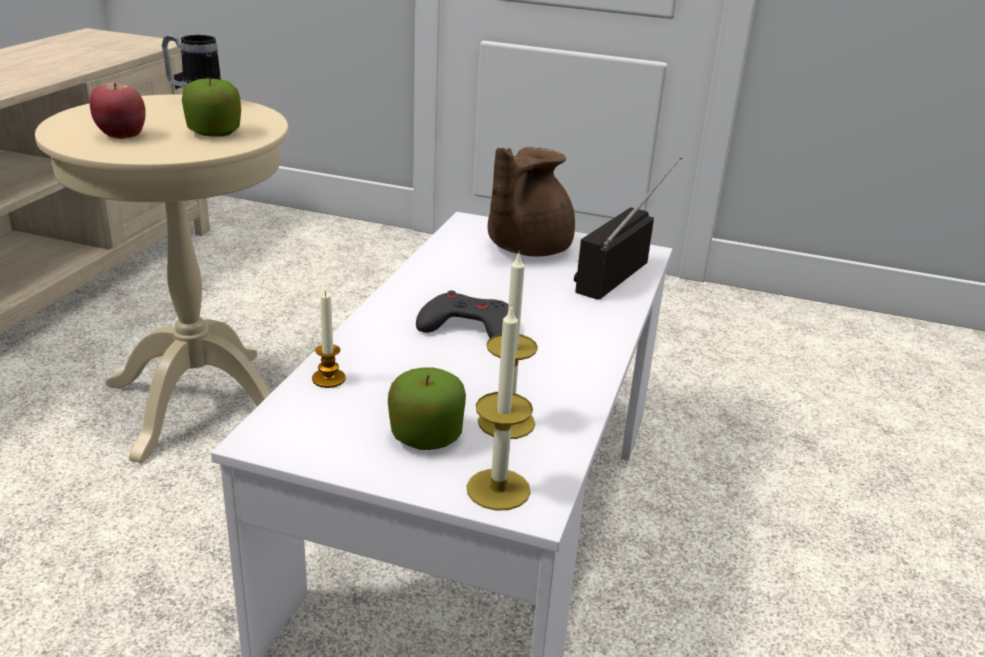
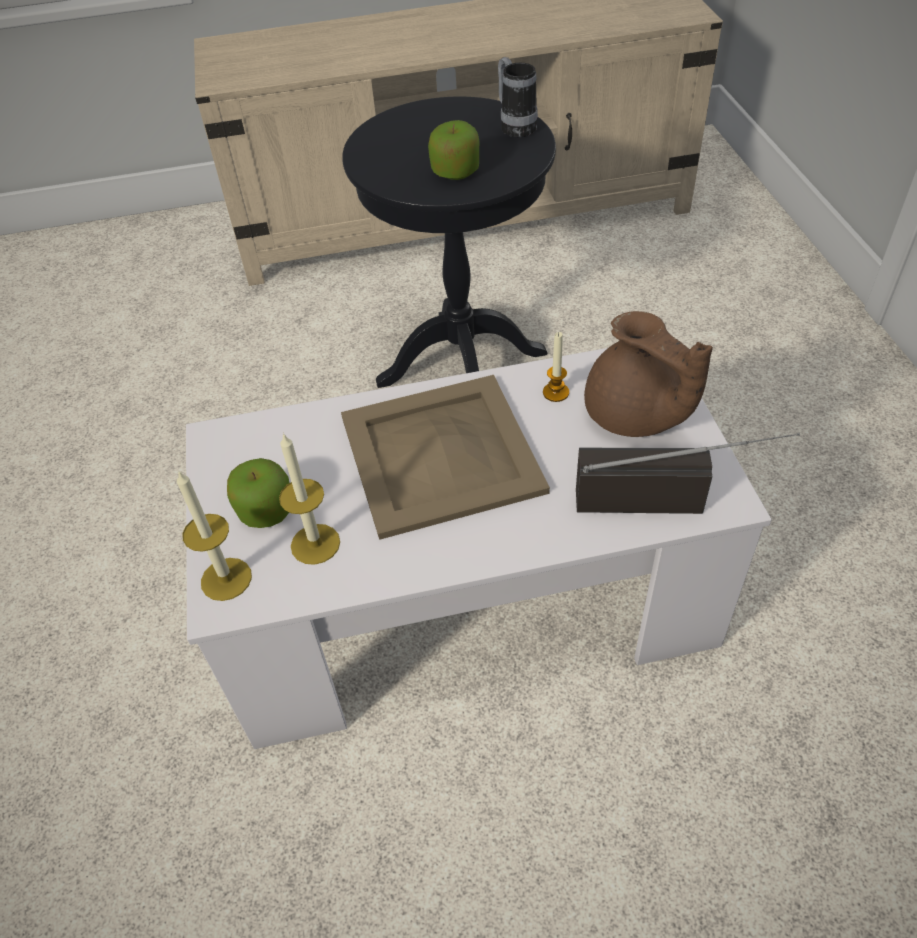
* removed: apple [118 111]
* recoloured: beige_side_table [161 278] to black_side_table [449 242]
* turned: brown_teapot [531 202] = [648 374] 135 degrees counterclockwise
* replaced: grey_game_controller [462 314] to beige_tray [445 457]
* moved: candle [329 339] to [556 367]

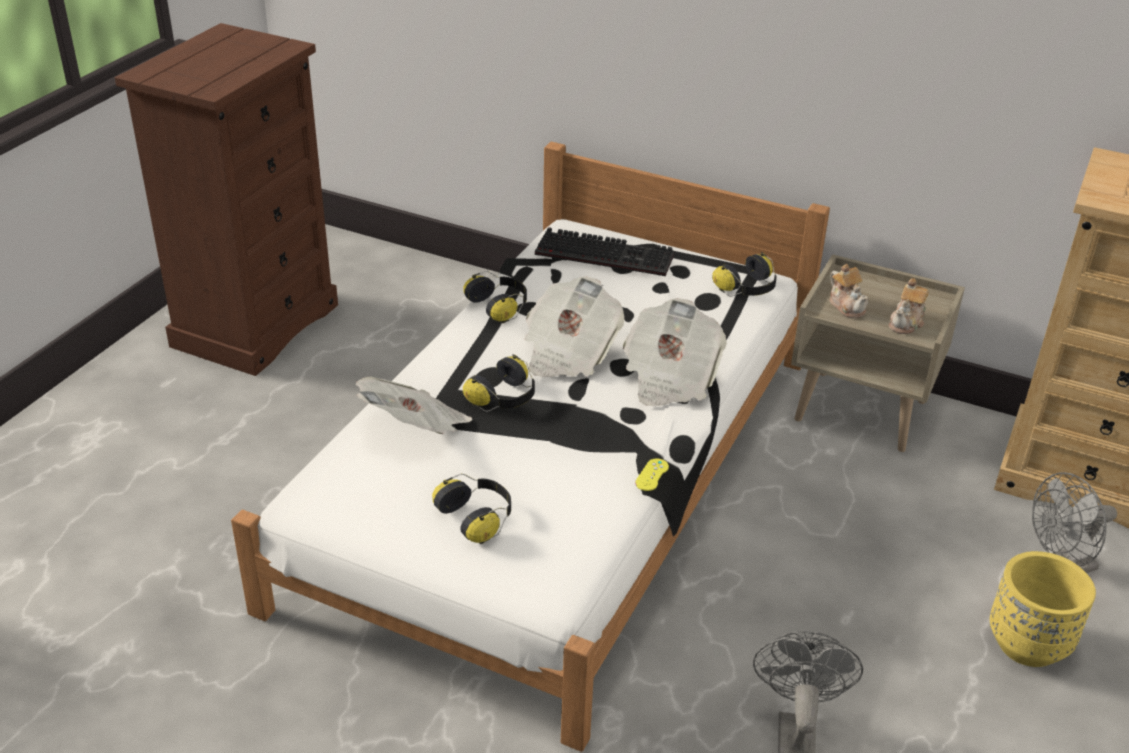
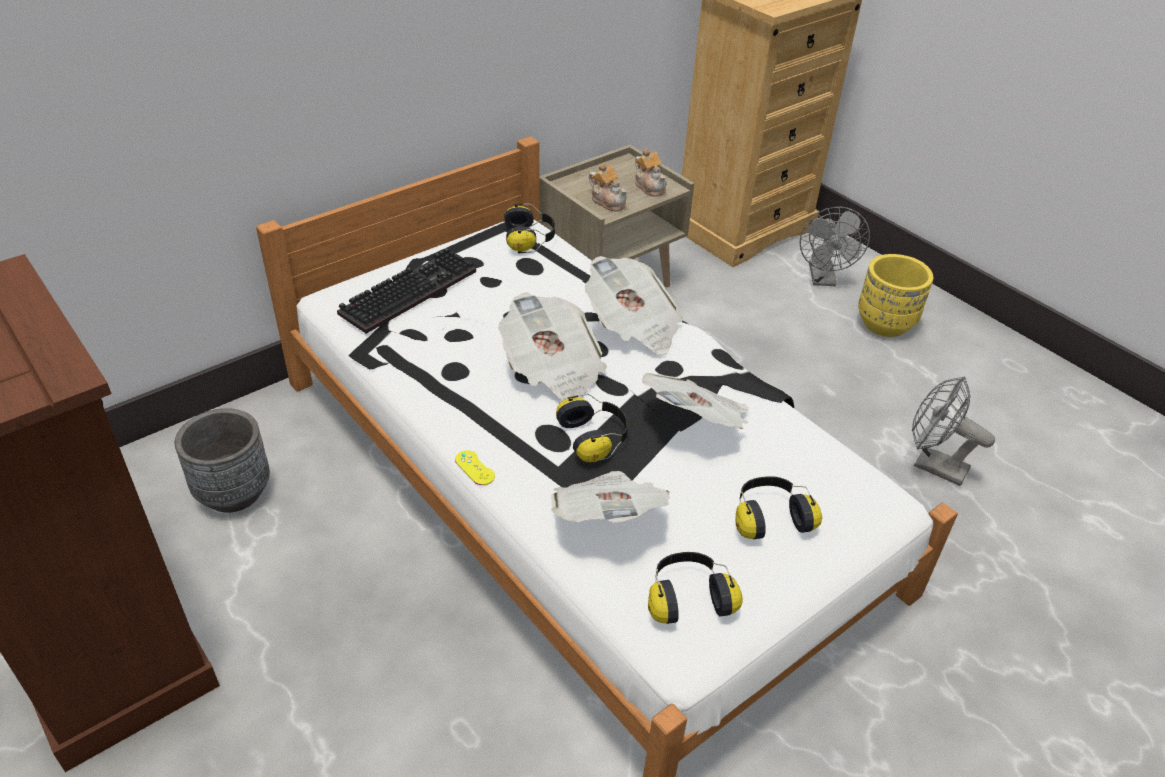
* turned: teapot [849 291] = [608 187] 45 degrees clockwise
* moved: headphones [495 297] to [695 588]
* moved: yellow_game_controller [652 474] to [475 467]
* added: newspaper [695 401]
* added: grey_planter [222 460]

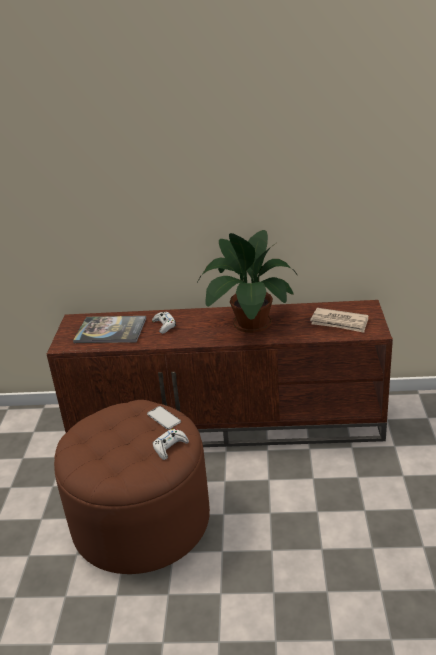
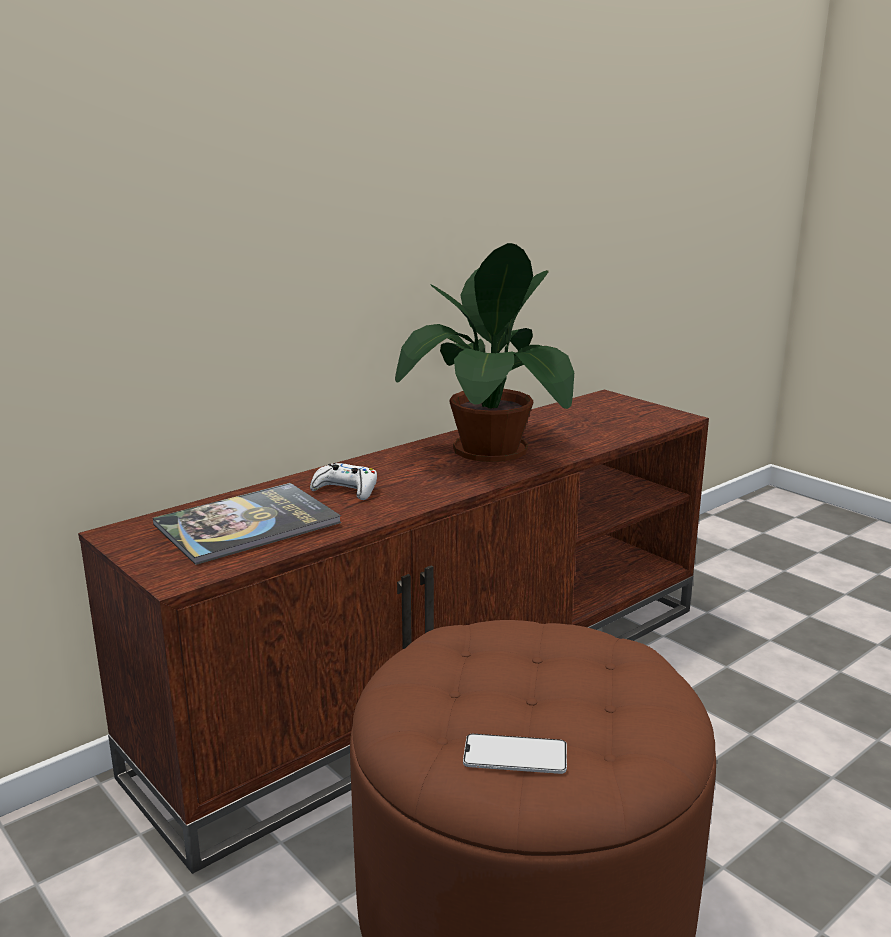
* removed: newspaper [339 320]
* moved: phone [164 418] to [515 754]
* removed: white_game_controller [171 444]

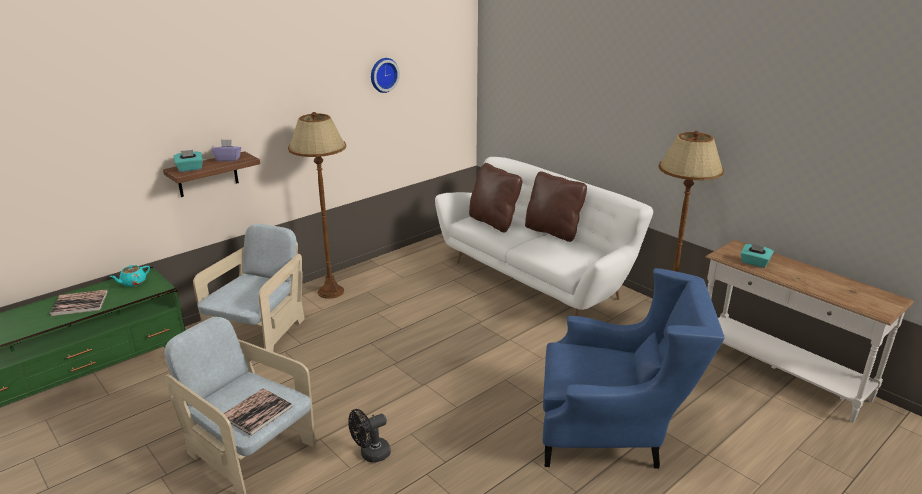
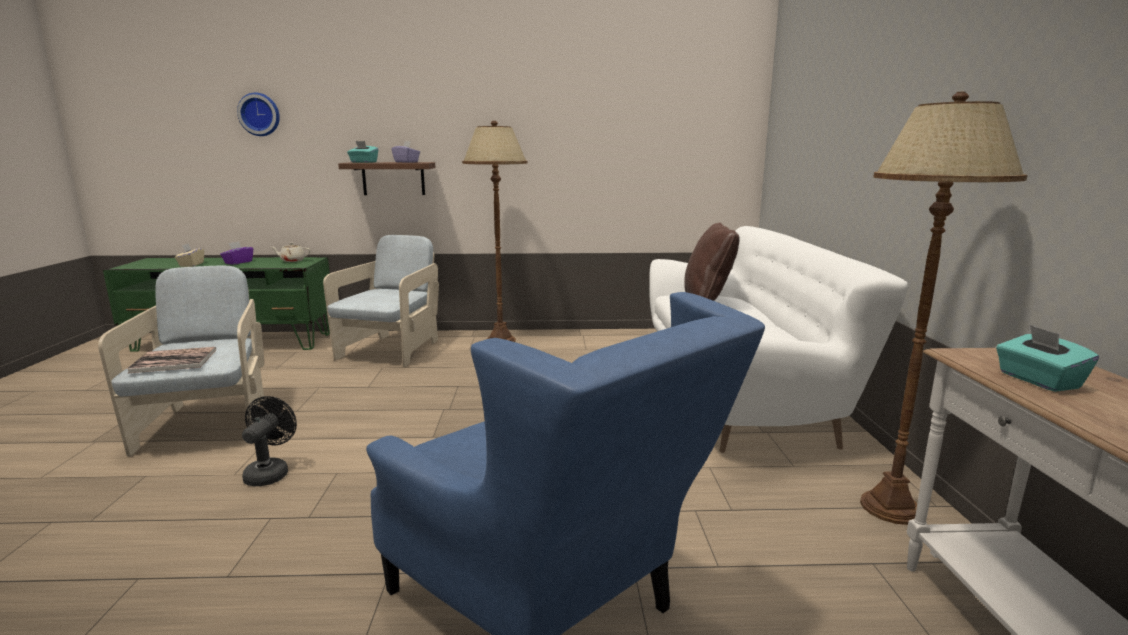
* moved: wall_clock [385 75] to [258 114]
* removed: brown_pillow [556 206]
* turned: beige_armchair [249 288] = [381 301] 45 degrees counterclockwise
* recoloured: turquoise_teapot [130 276] to beige_teapot [290 252]
* replaced: book [79 303] to purple_tissue_box [236 253]
* turned: black_fan [369 435] = [269 441] 90 degrees clockwise
* added: beige_tissue_box [189 255]

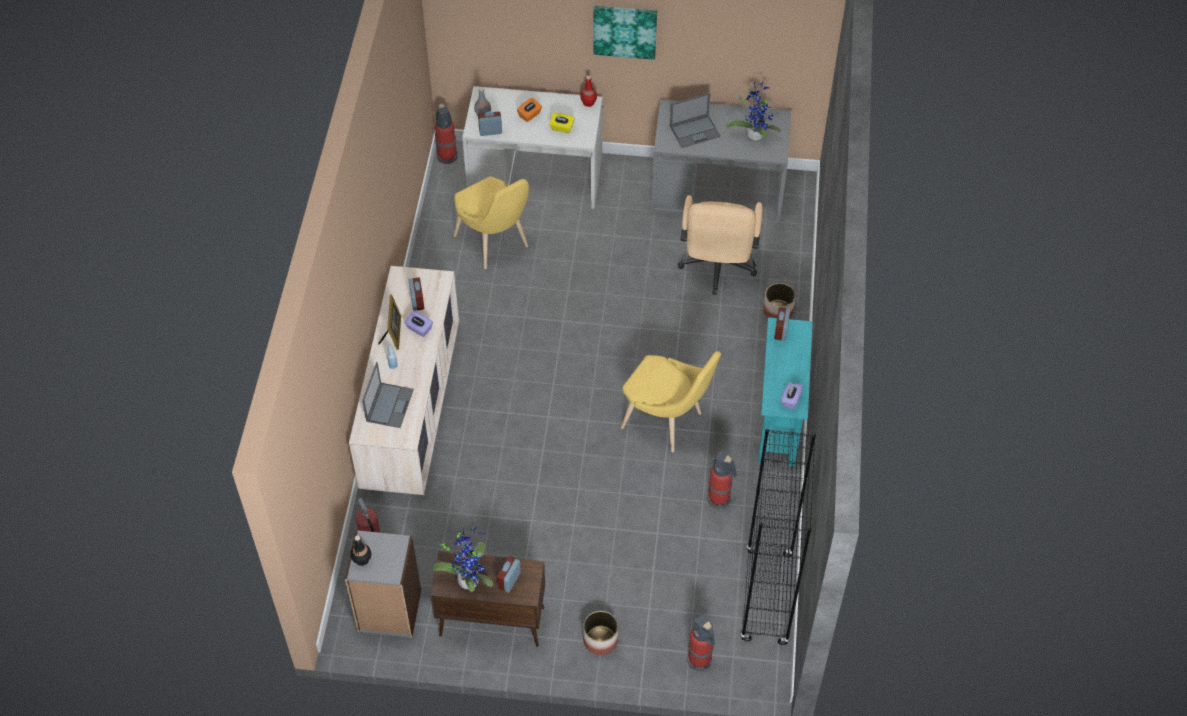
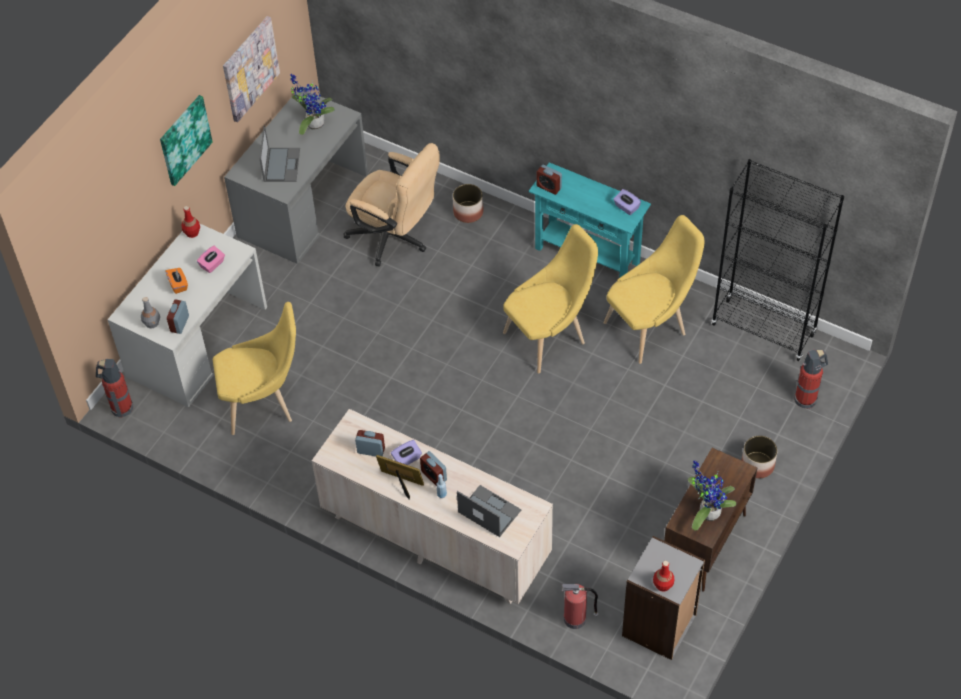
* recoloured: yellow_tissue_box [562 123] to pink_tissue_box [211 259]
* replaced: fire_extinguisher [722 480] to yellow_chair [654 289]
* recoloured: black_bottle [361 551] to red_bottle [663 576]
* moved: alarm_clock [509 574] to [433 468]
* added: picture [251 69]

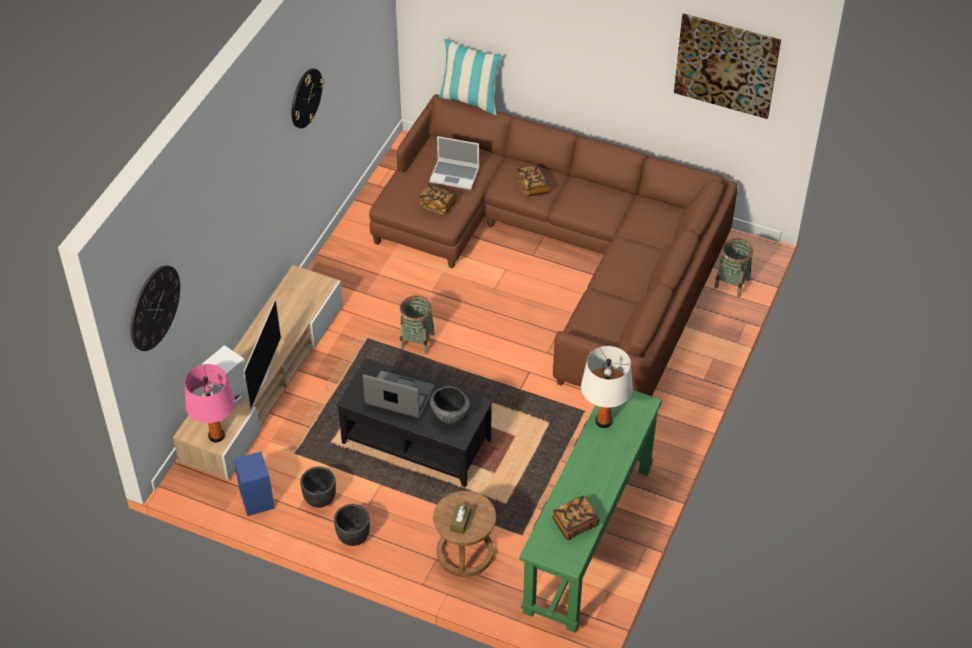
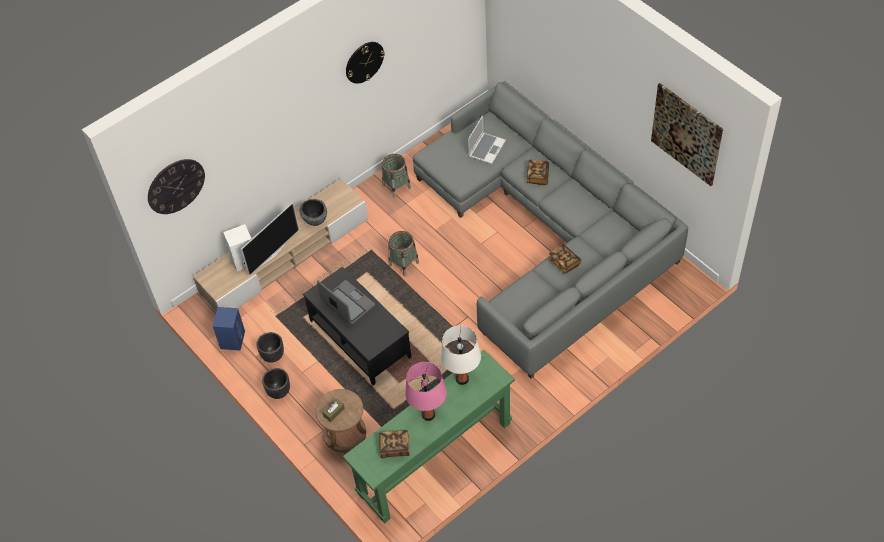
* removed: pillow [471 77]
* recoloured: brown_sofa [553 245] to grey_sofa [550 230]
* turned: laptop [454 163] = [487 140] 105 degrees counterclockwise
* moved: book [437 199] to [564 259]
* moved: basket [733 267] to [396 176]
* moved: pink_table_lamp [210 403] to [426 391]
* moved: bowl [450 405] to [313 212]

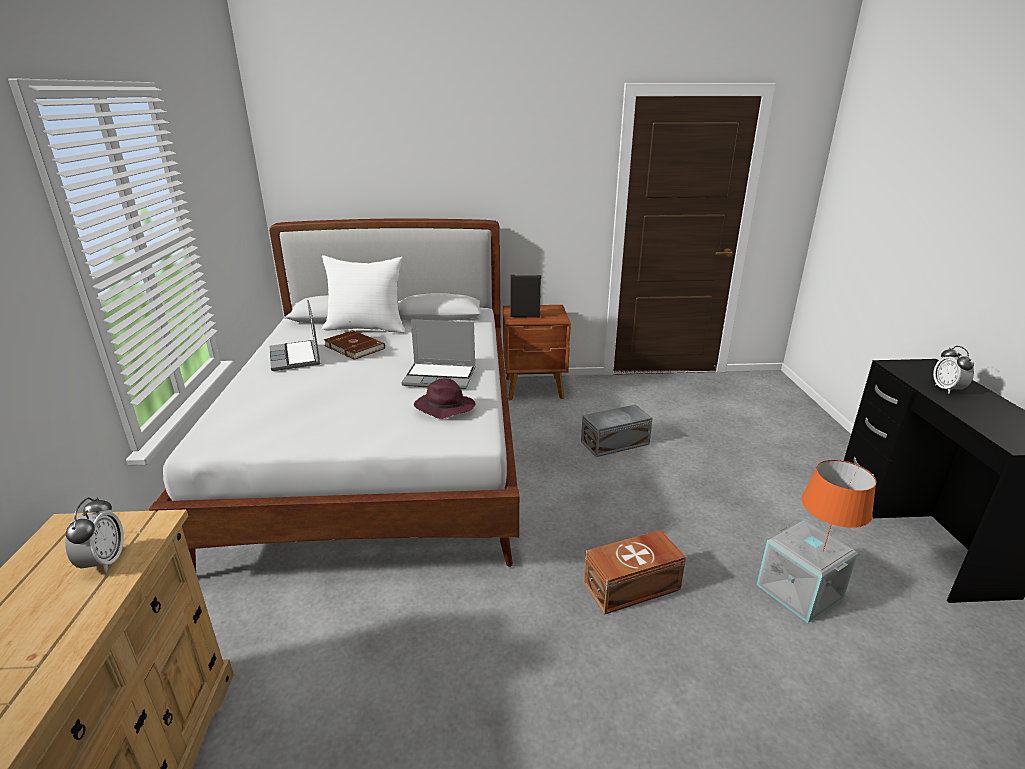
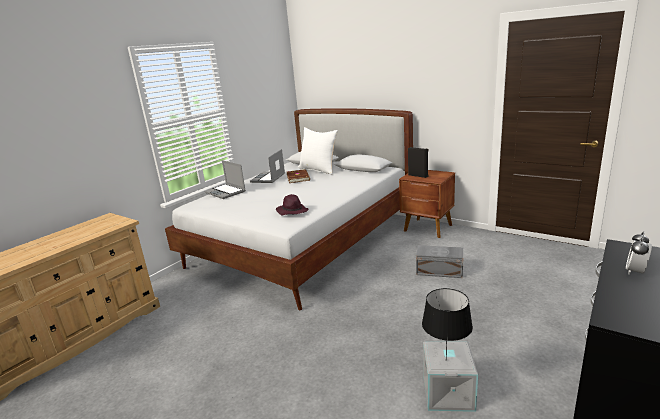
* moved: laptop [438 354] to [225 179]
* recoloured: orange_table_lamp [838 506] to black_table_lamp [447 324]
* removed: alarm_clock [94 535]
* removed: brown_storage_box [635 572]

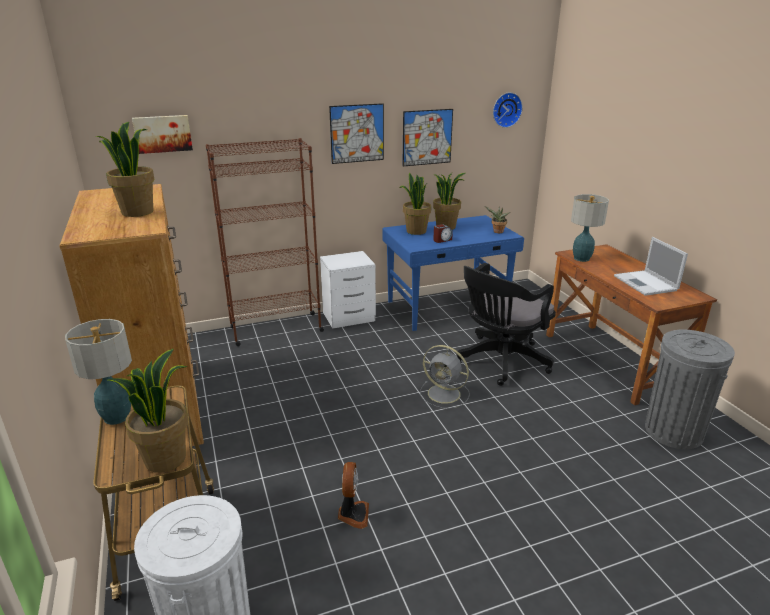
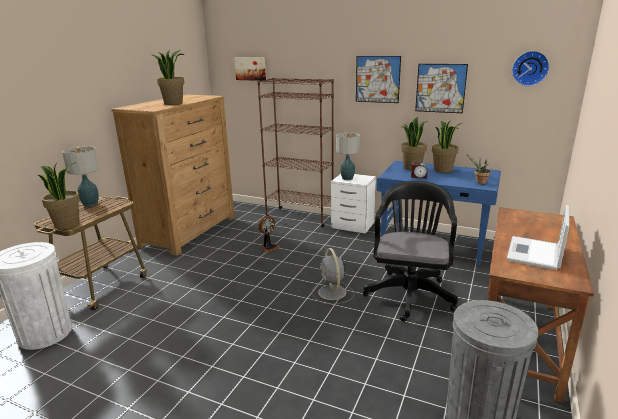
* moved: table_lamp [590 228] to [348 156]
* turned: black_office_chair [506 324] = [410 251] 105 degrees clockwise
* moved: fan [353 495] to [269 234]

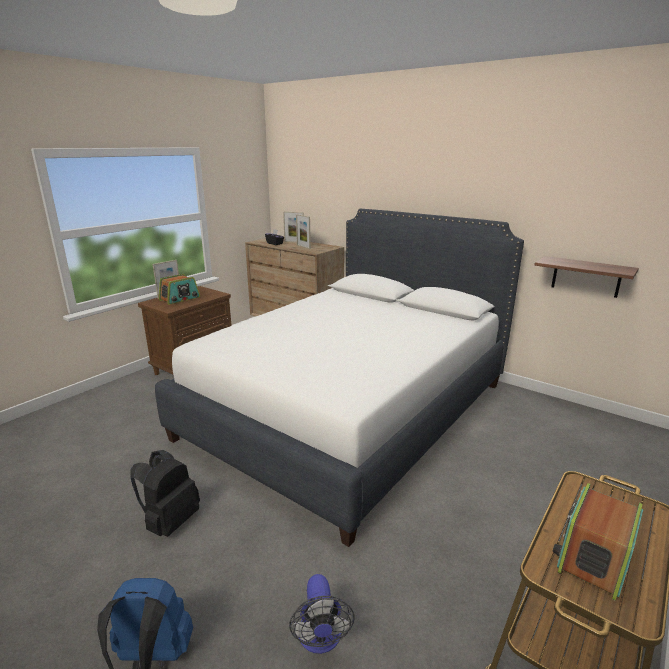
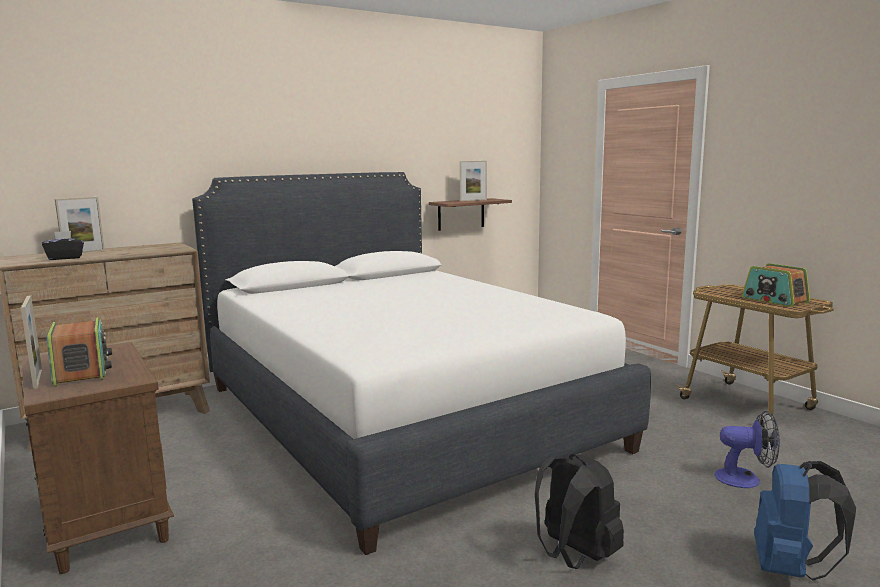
* moved: picture_frame [303 231] to [473 181]

